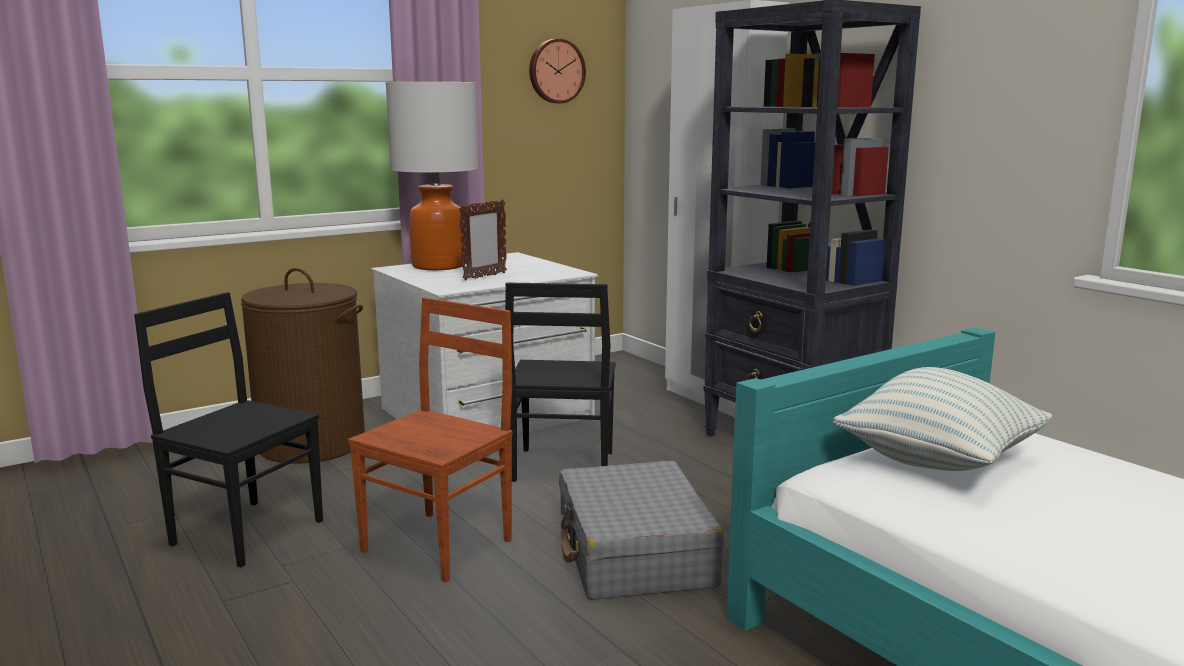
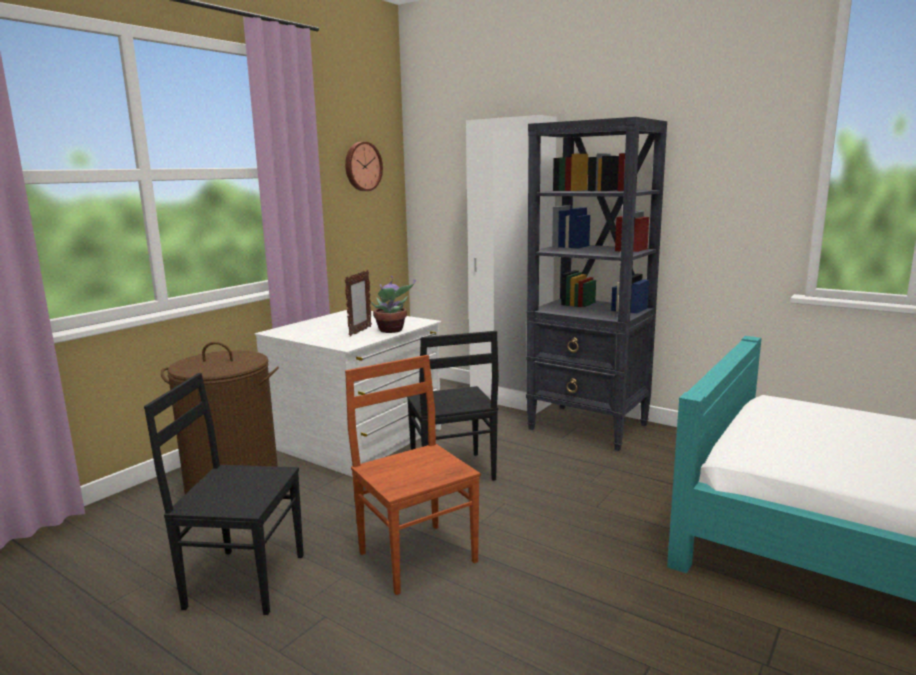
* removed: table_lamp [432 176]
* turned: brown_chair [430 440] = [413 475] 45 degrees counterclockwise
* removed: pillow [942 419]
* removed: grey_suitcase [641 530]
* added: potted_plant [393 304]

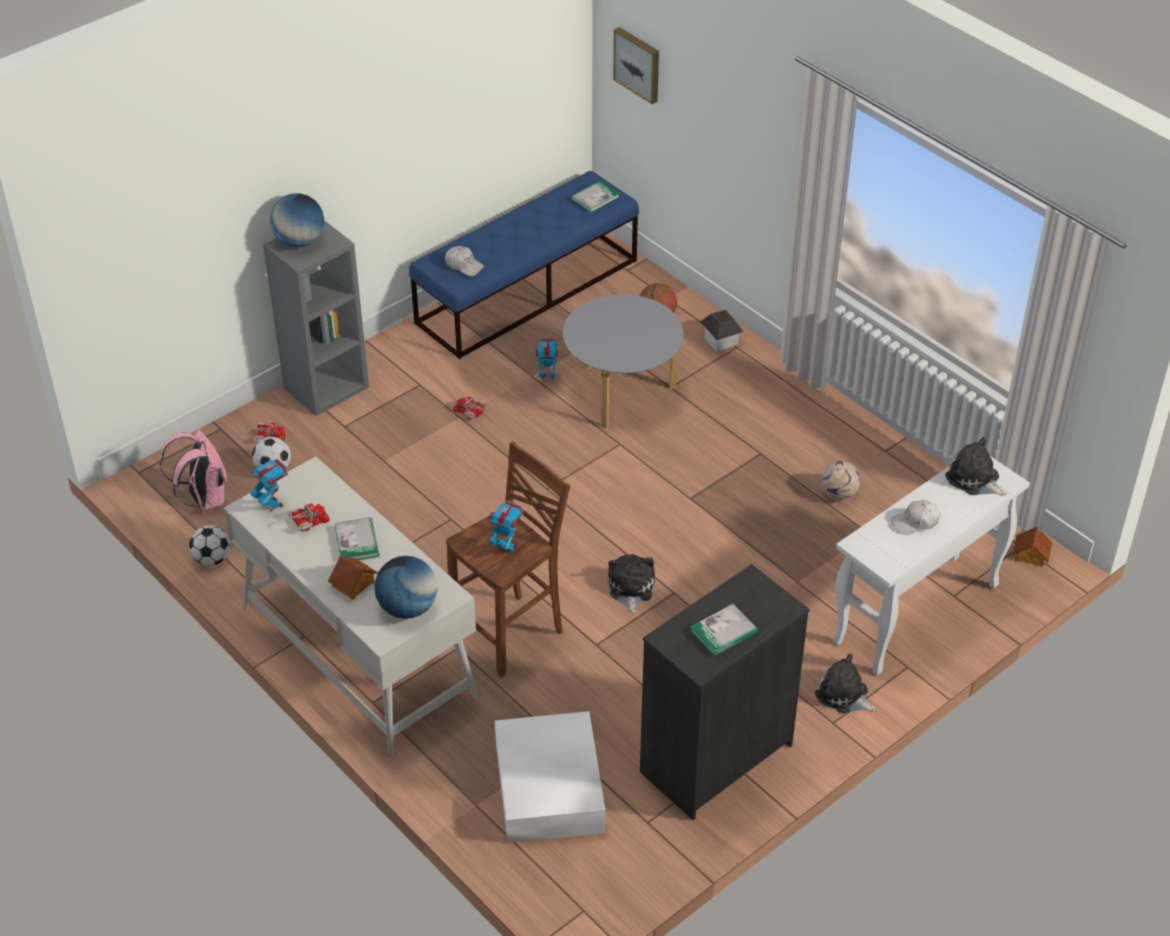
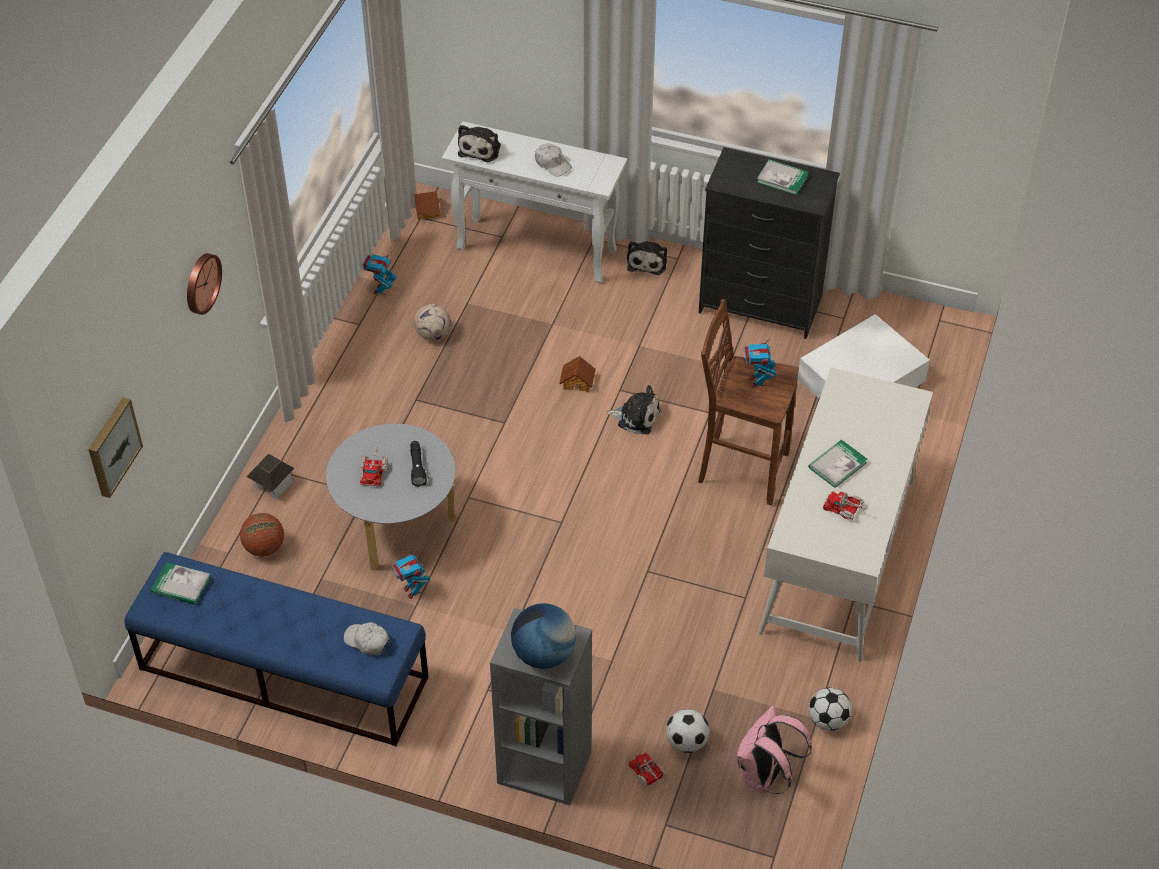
* turned: white_cap [464 261] = [366 638] 60 degrees counterclockwise
* moved: toy_truck [470 408] to [374 466]
* moved: toy_robot [268 485] to [380 273]
* turned: plush_toy [631 584] = [633 409] 135 degrees counterclockwise
* moved: toy_house [353 578] to [577 374]
* removed: globe [406 587]
* added: wall_clock [204 284]
* added: black_flashlight [418 464]

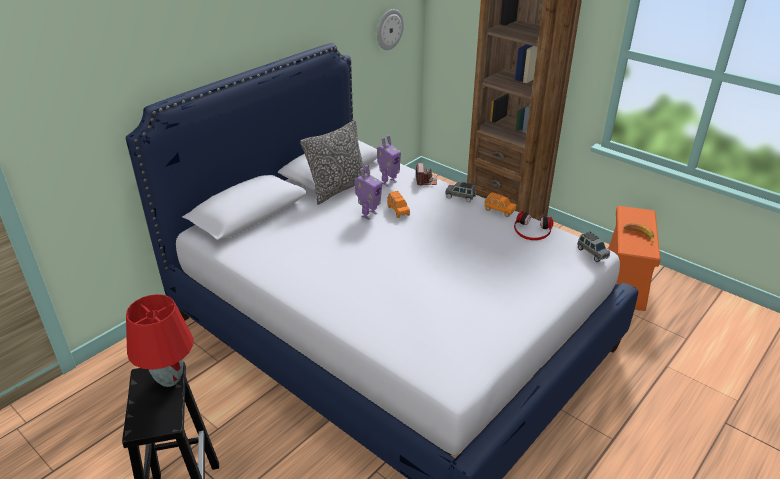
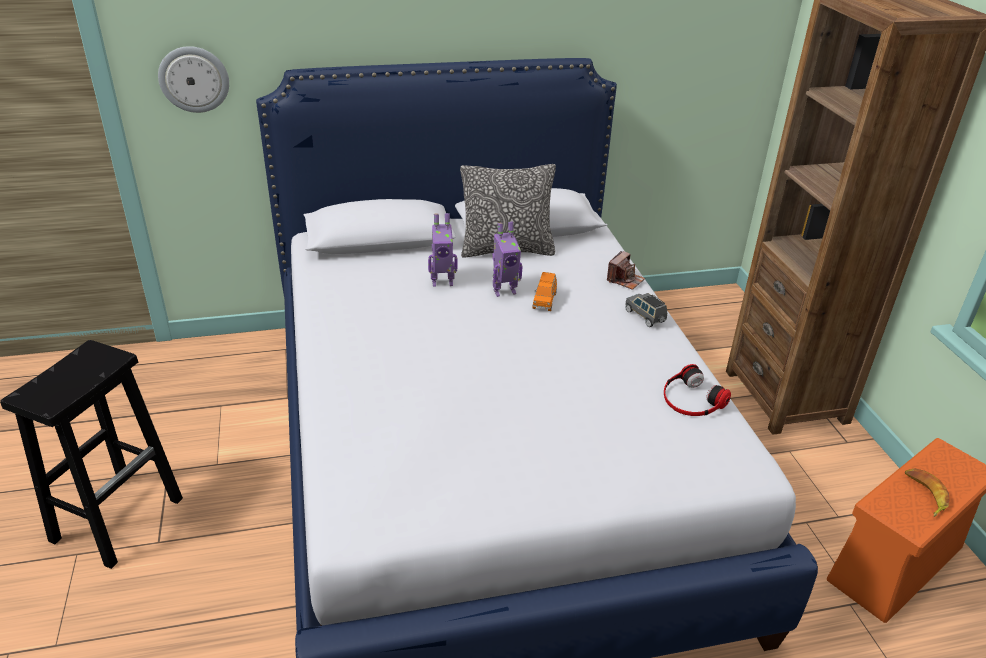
* moved: wall_clock [390 29] to [193 79]
* moved: toy_robot [389 160] to [443 250]
* removed: orange_toy_car [500 204]
* removed: grey_toy_car [593 246]
* removed: red_table_lamp [160 340]

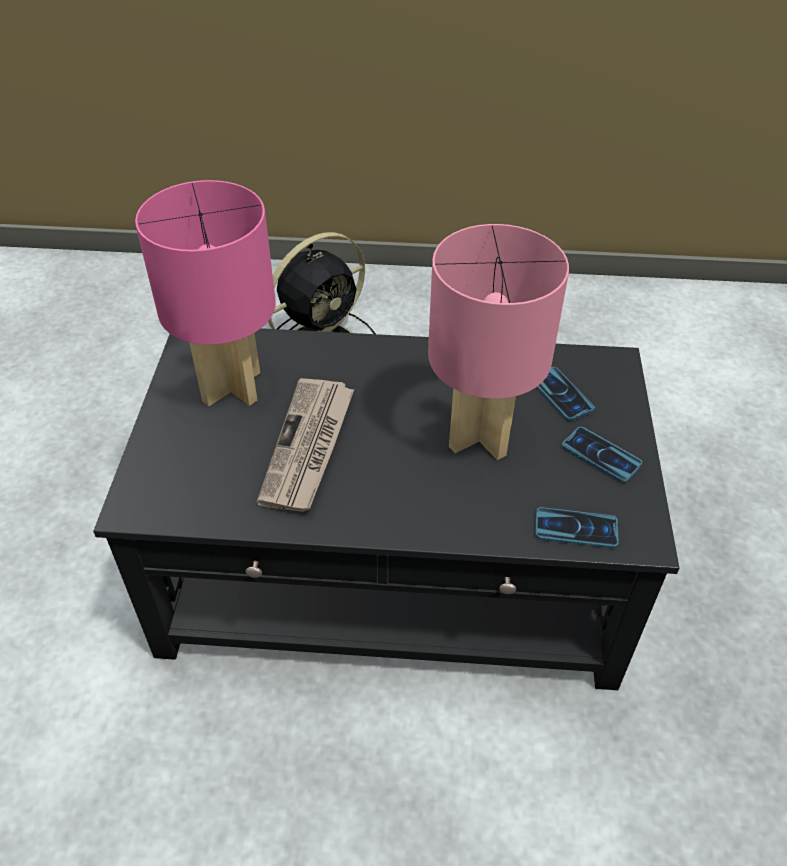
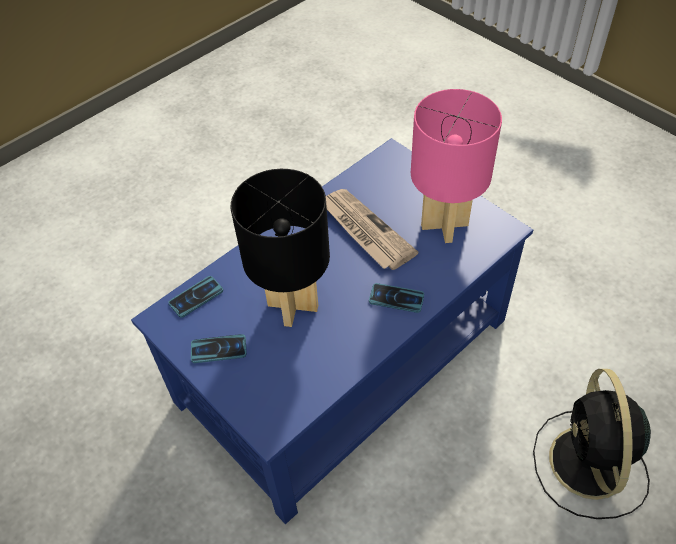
* recoloured: pink_table_lamp [498 342] to black_table_lamp [280 248]
* recoloured: black_coffee_table [386 509] to blue_coffee_table [332 331]
* moved: phone [565 394] to [396 298]

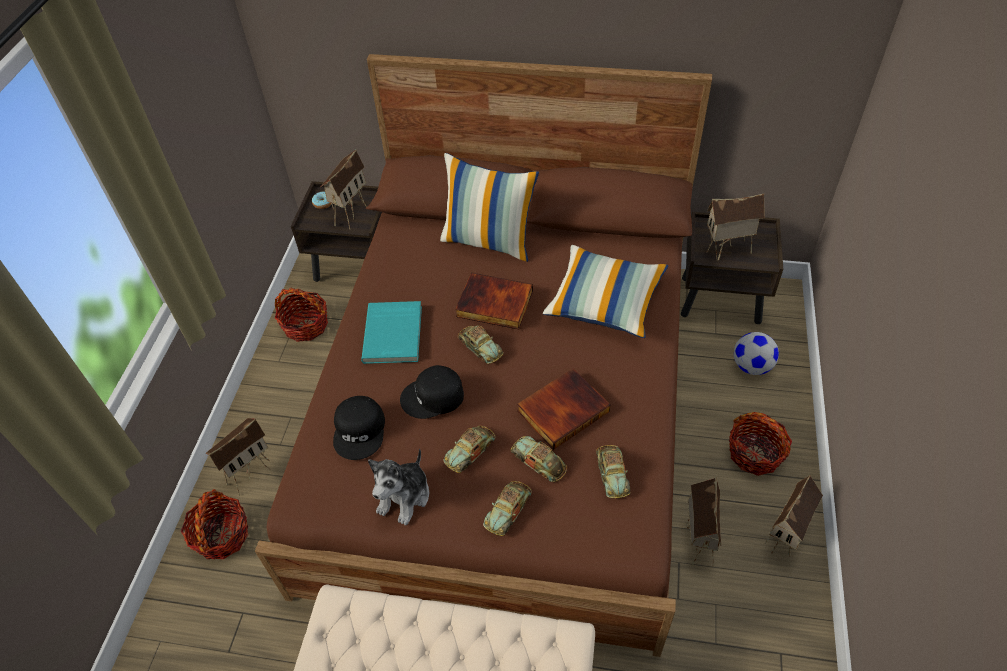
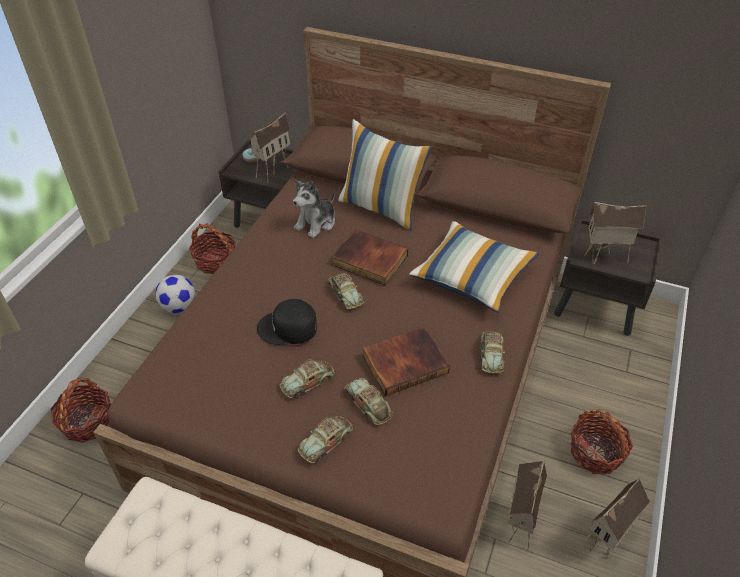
* removed: turquoise_book [391 332]
* moved: football [756 353] to [175 294]
* removed: black_cap [359 428]
* removed: toy_house [238 456]
* moved: toy_car [613 471] to [492 352]
* moved: plush_toy [398 487] to [314 208]

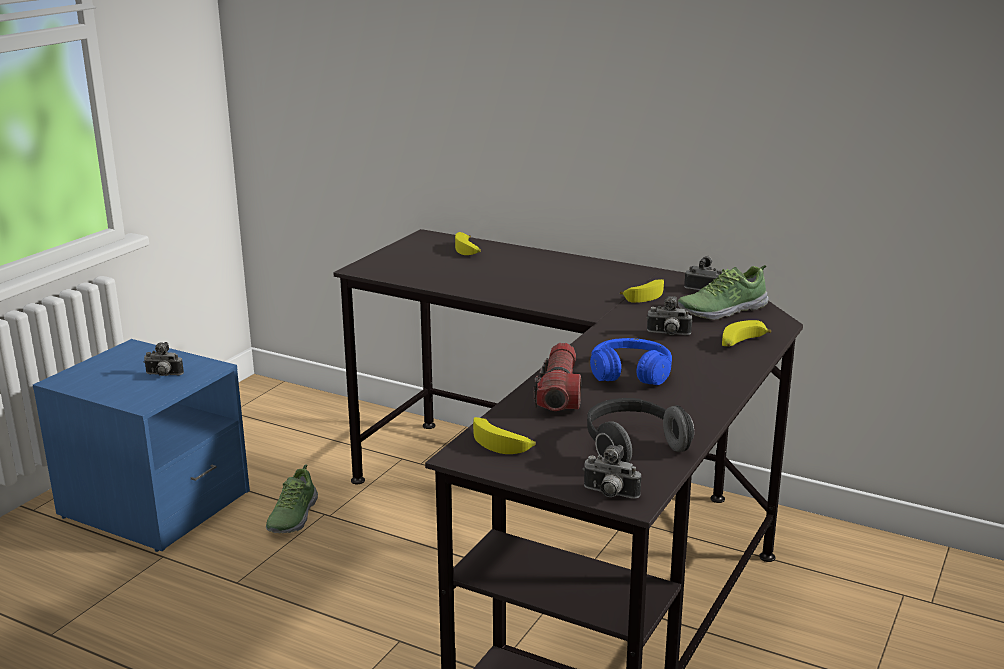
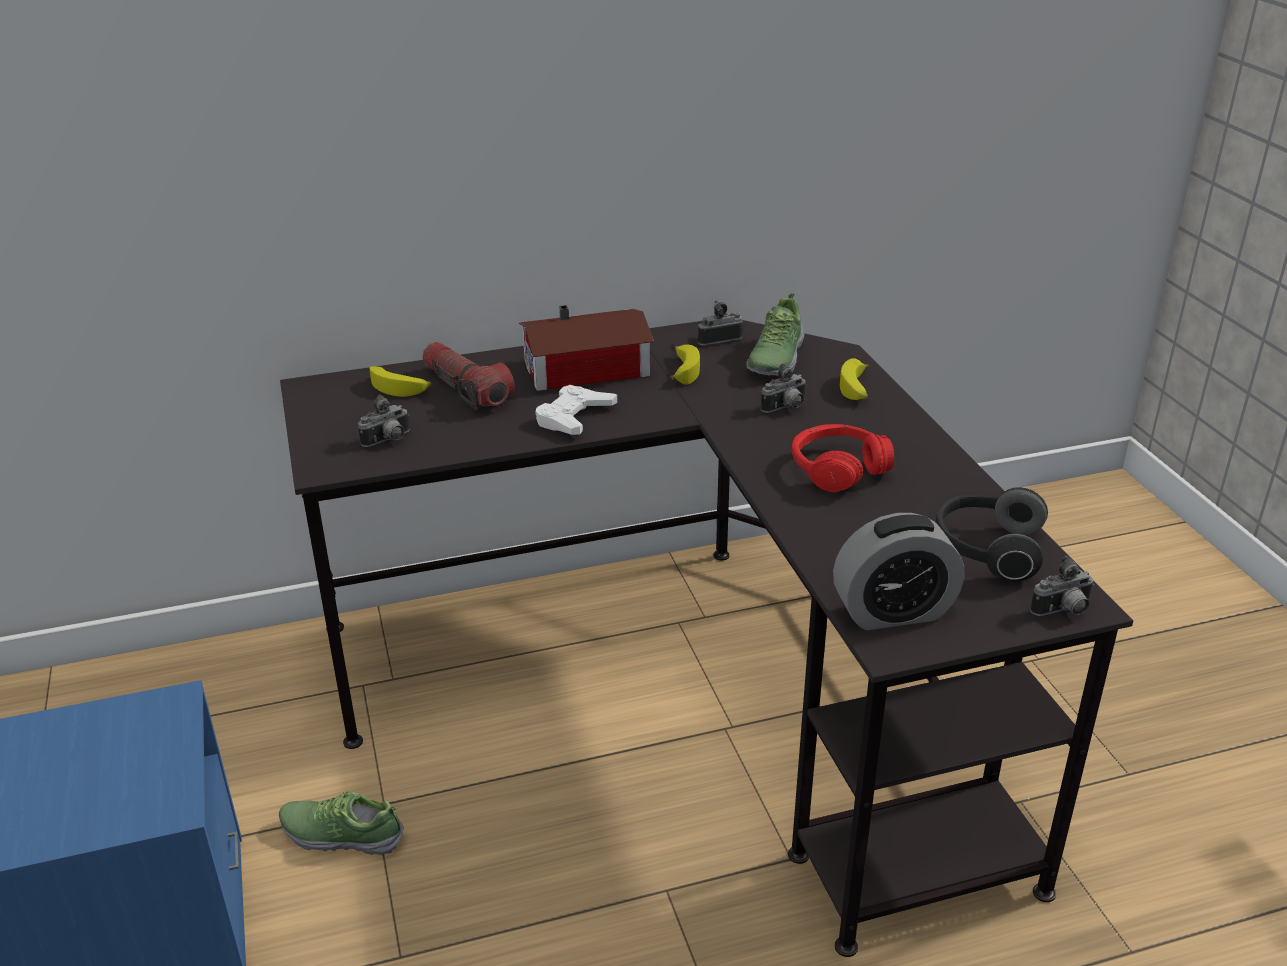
* recoloured: blue_headphones [631 361] to red_headphones [843 458]
* moved: photo_camera [163 359] to [384 421]
* moved: flashlight [557 377] to [468 376]
* replaced: banana [504 435] to alarm_clock [898 571]
* turned: shoe [292 498] = [341 822] 135 degrees clockwise
* added: toy_house [586 348]
* added: white_game_controller [576 410]

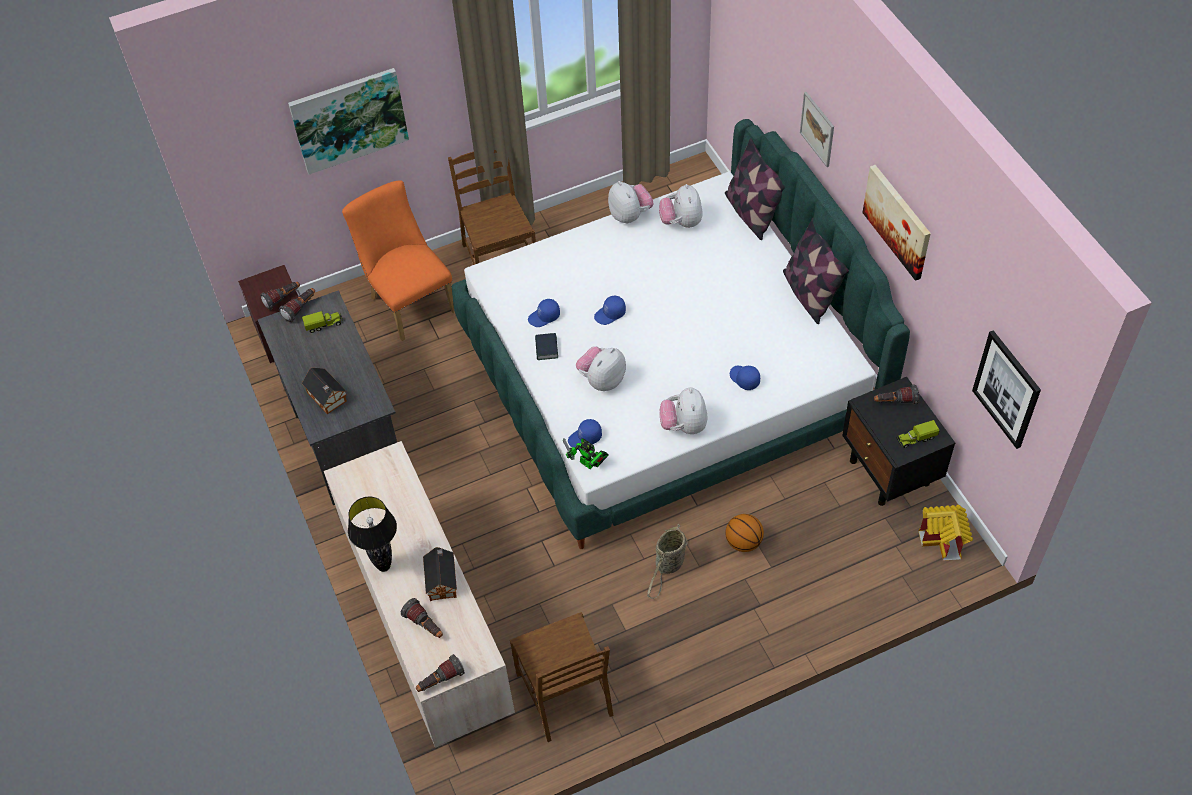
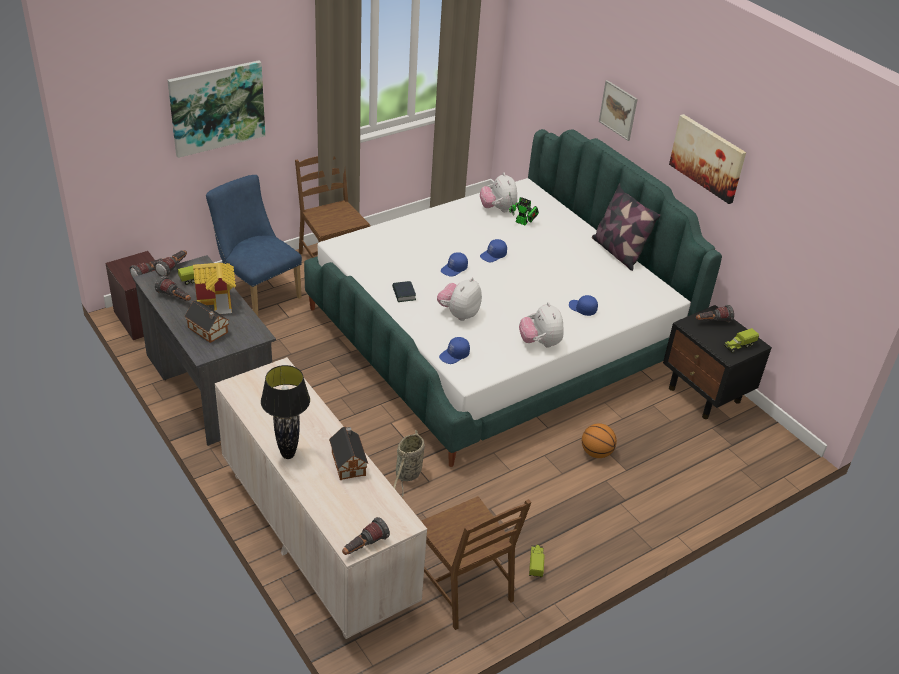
* removed: pillow [755 189]
* recoloured: orange_chair [398 261] to blue_chair [254 245]
* removed: plush_toy [630 202]
* moved: blue_cap [544 313] to [493 250]
* removed: picture [1006 389]
* moved: toy_robot [586 453] to [524 209]
* moved: toy_house [946 533] to [214 288]
* moved: basket [667 561] to [409 463]
* moved: flashlight [422 618] to [173 288]
* added: toy_truck [537 561]

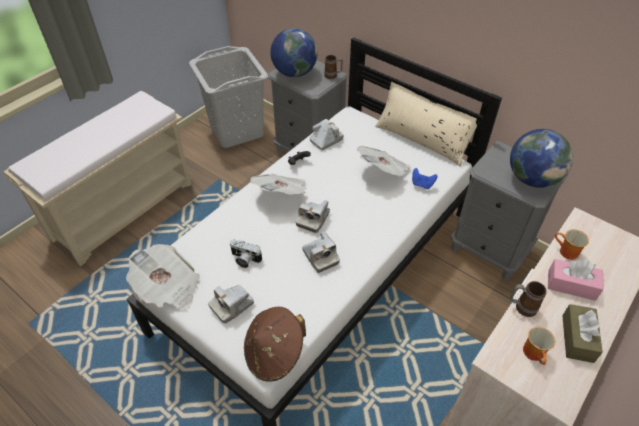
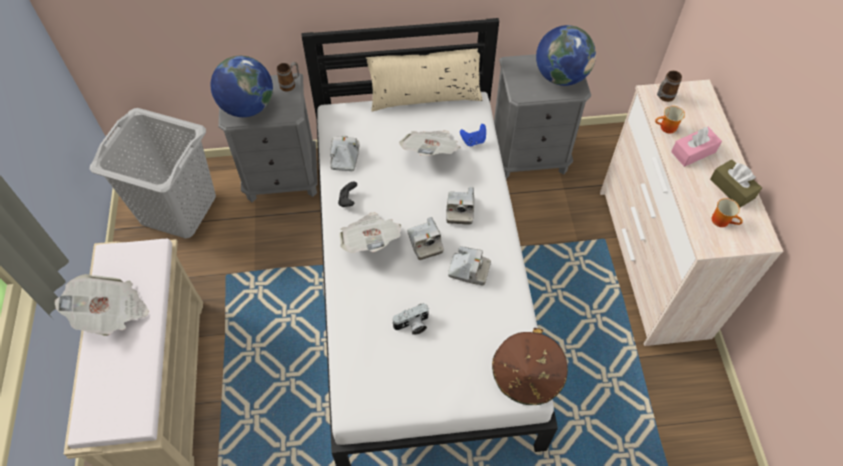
* moved: newspaper [163 277] to [102 305]
* moved: mug [528 299] to [669 86]
* moved: photo_camera [231 304] to [460 206]

